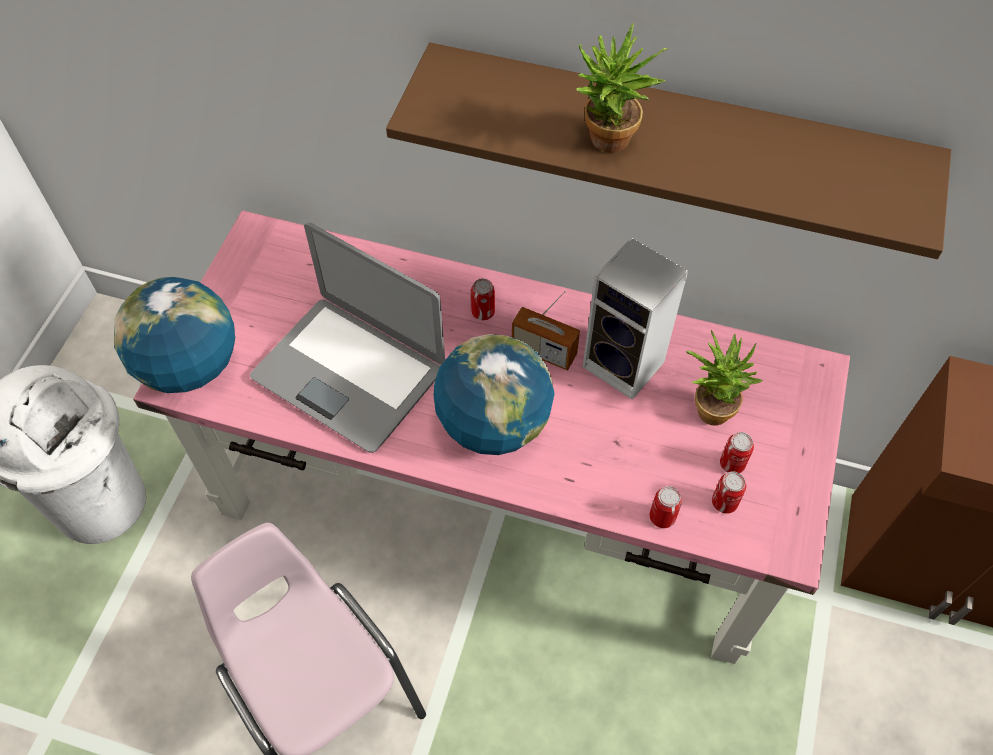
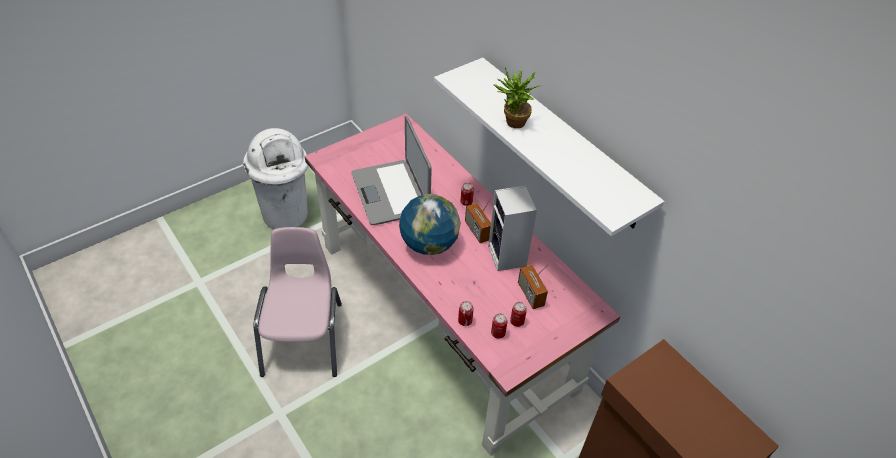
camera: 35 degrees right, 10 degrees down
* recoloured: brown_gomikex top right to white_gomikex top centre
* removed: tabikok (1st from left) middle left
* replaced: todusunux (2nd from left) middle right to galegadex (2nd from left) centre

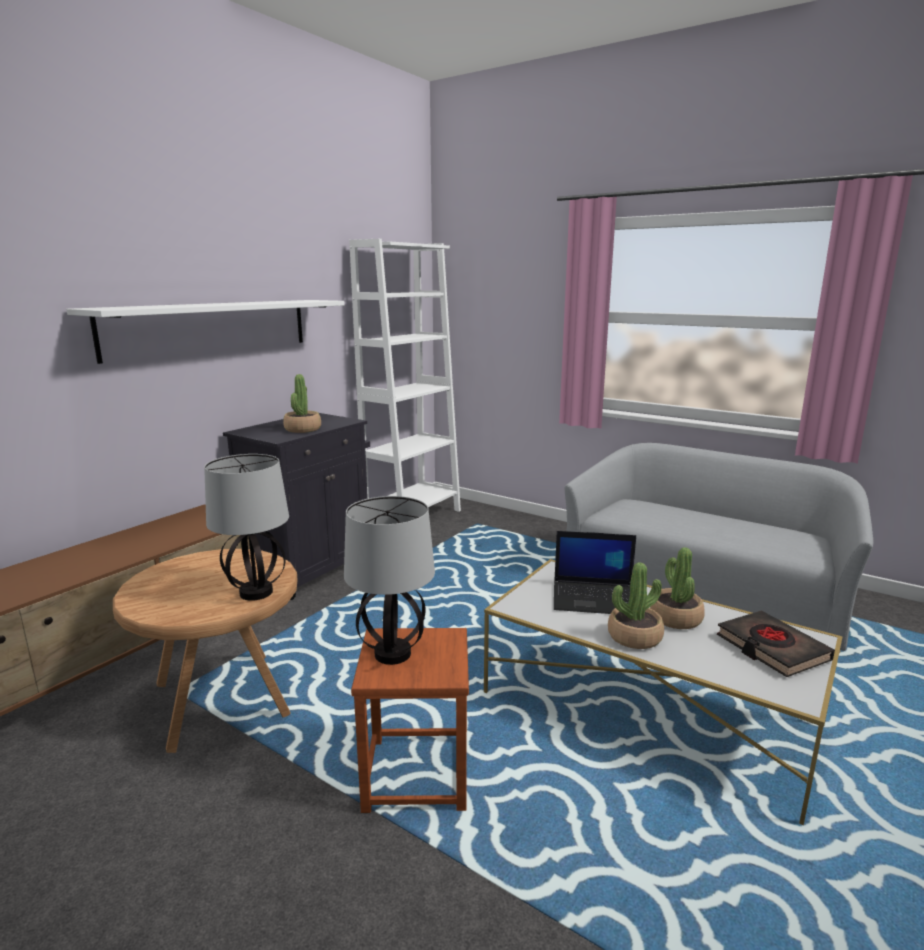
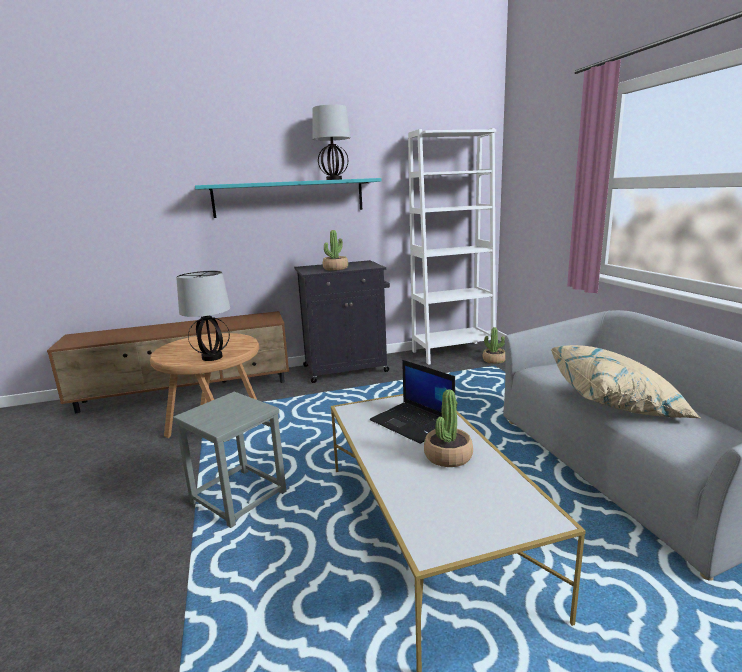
camera: 40 degrees right, 0 degrees up
* recoloured: white_gomikex middle left to turquoise_gomikex top centre
* moved: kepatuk (2nd from left) centre to top centre
* moved: todusunux (2nd from left in the first image) middle right to todusunux (3rd from left) centre
* removed: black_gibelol bottom right
* recoloured: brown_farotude bottom centre to grey_farotude bottom left
* added: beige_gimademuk middle right

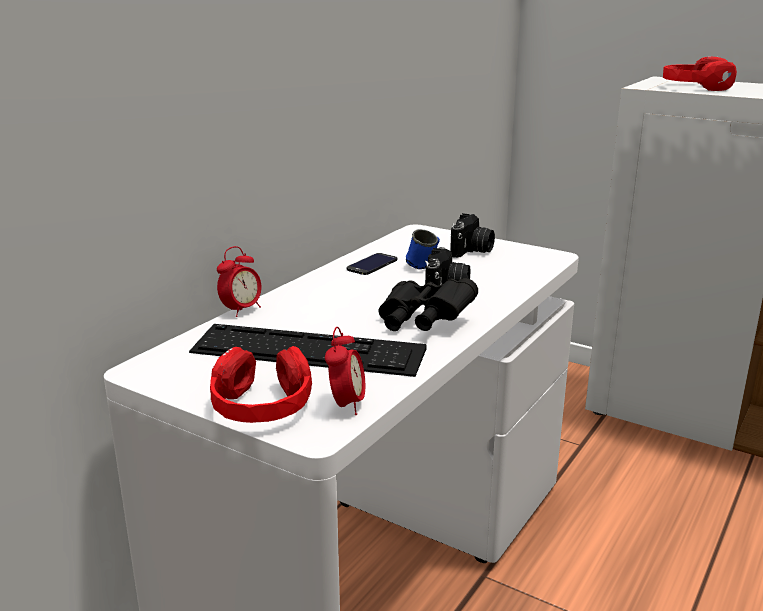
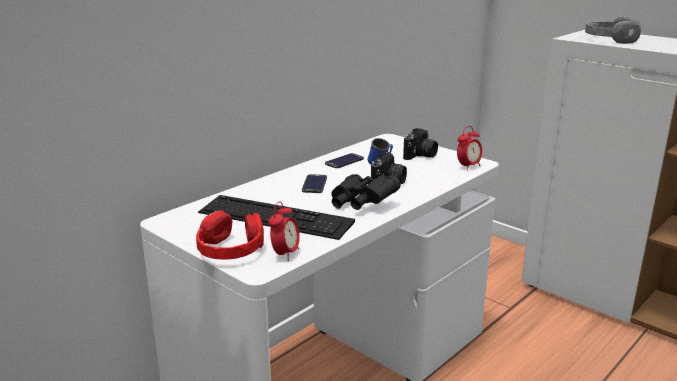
camera: 10 degrees right, 0 degrees up
* recoloured: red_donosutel (2nd from left) top right to grey_donosutel top right
* moved: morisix (1st from left in the first image) middle left to morisix (2nd from left) middle right
* added: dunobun (1st from left) centre

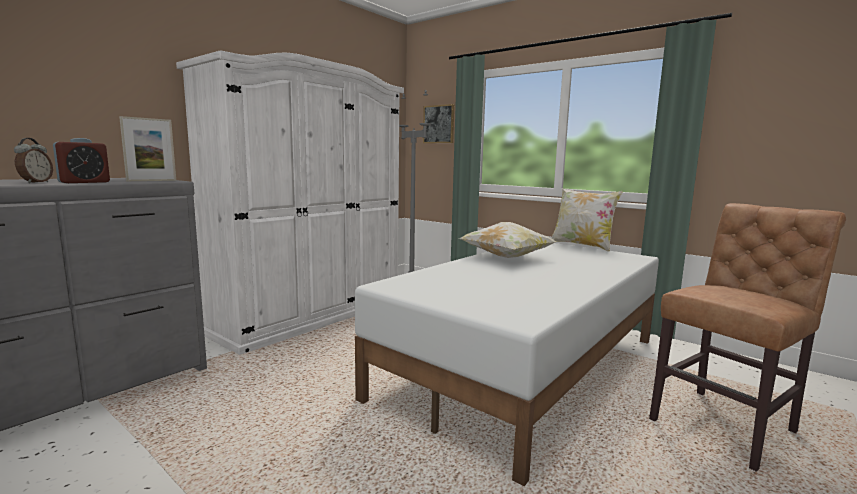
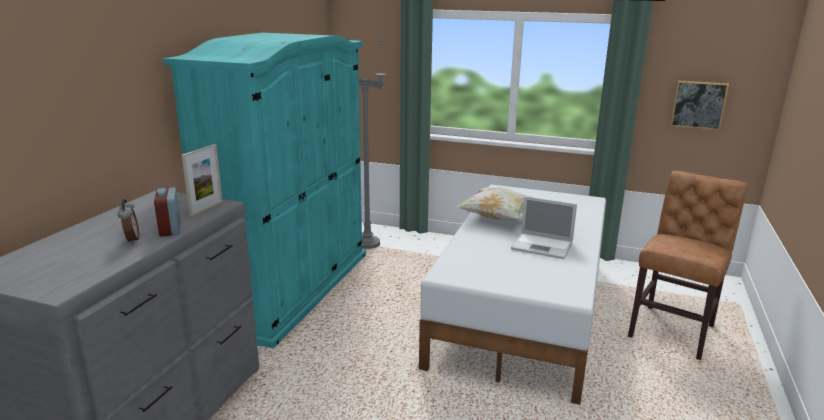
camera: 20 degrees left, 10 degrees up
* recoloured: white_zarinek centre to turquoise_zarinek middle left
* moved: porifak top centre to top right
* turned: morisix (2nd from left) top left = middle left 150 degrees clockwise
* removed: gimademuk (2nd from left) middle right
* added: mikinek centre

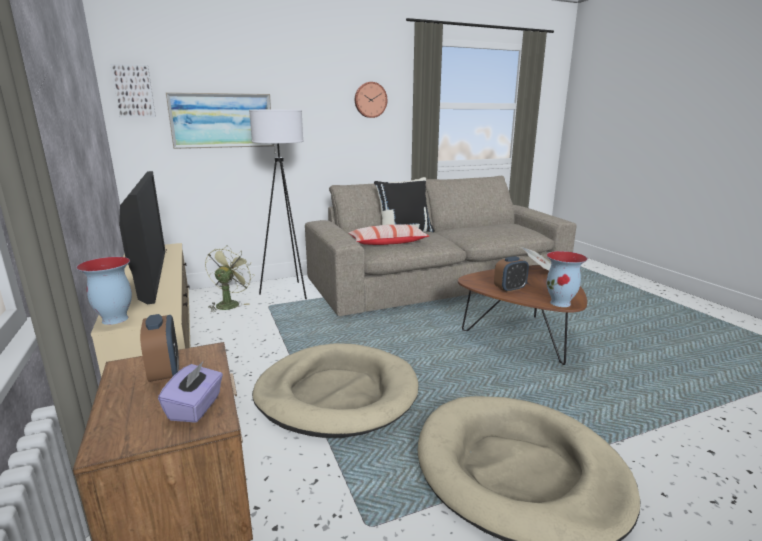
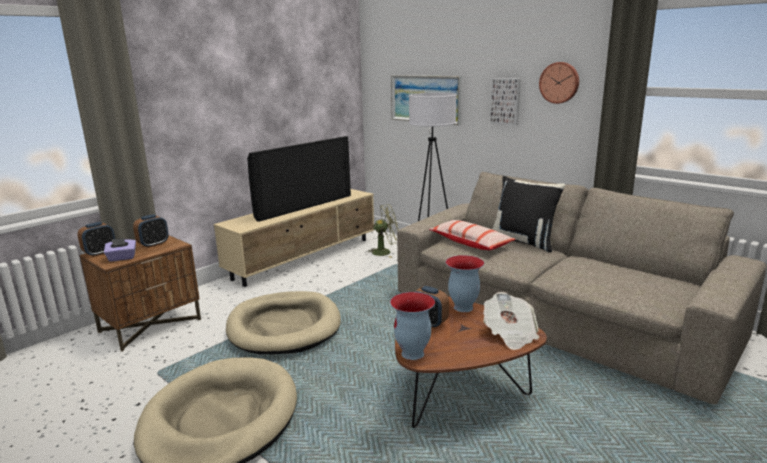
camera: 65 degrees right, 0 degrees up
* moved: porifak (1st from left in the first image) top left to porifak (2nd from left) top centre
* moved: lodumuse (1st from left in the first image) middle left to lodumuse (2nd from left) centre
* added: morisix (1st from left) middle left

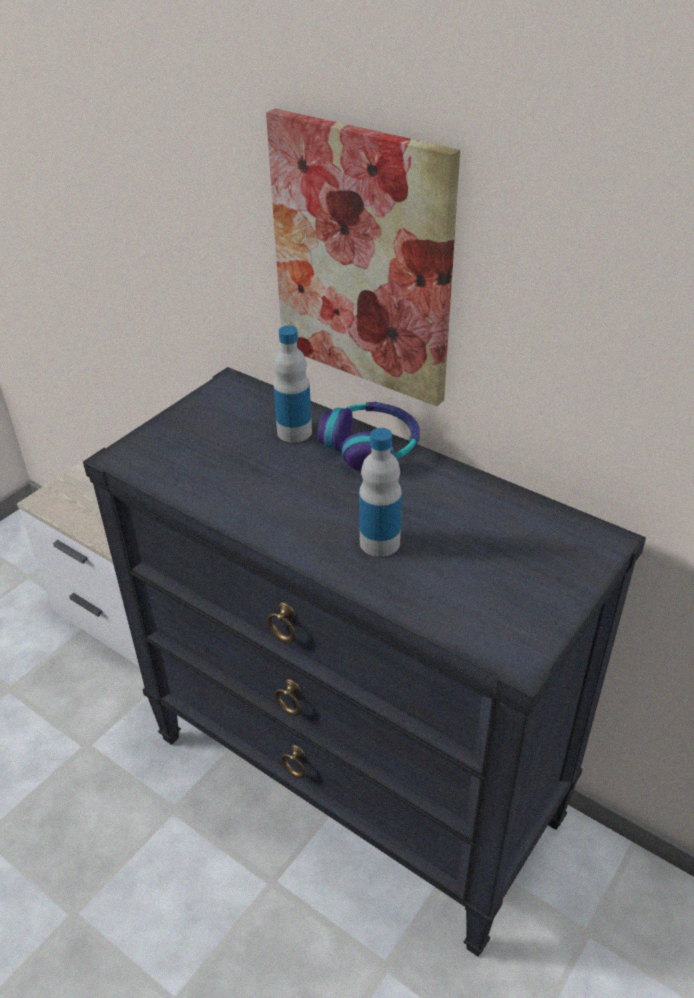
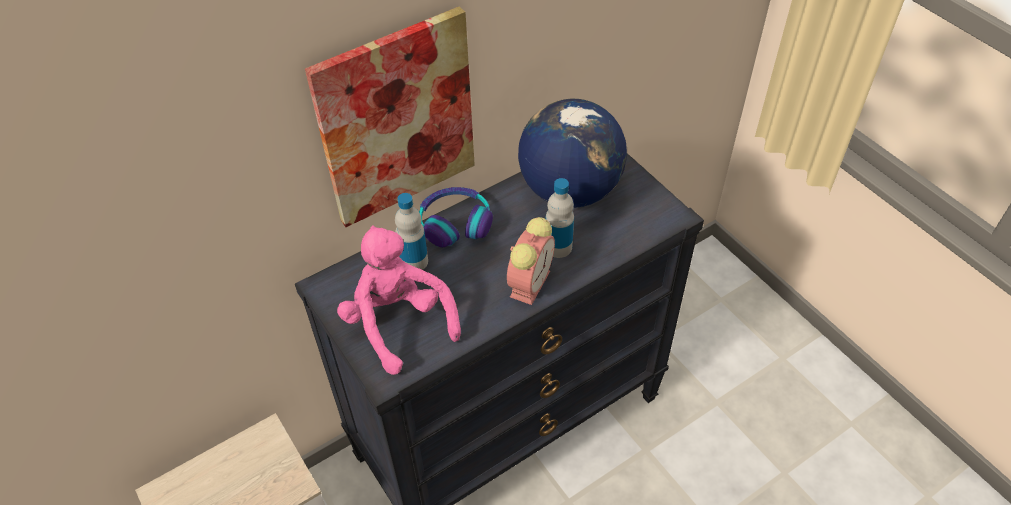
camera: 70 degrees left, 10 degrees up
* added: tabikok top centre
* added: morisix centre
* added: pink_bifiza centre

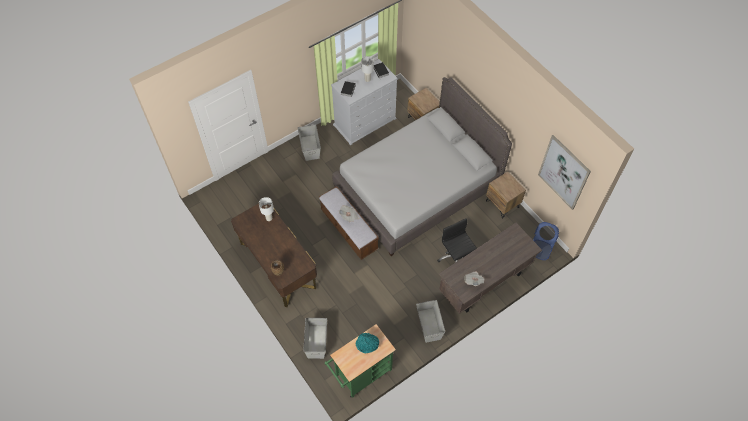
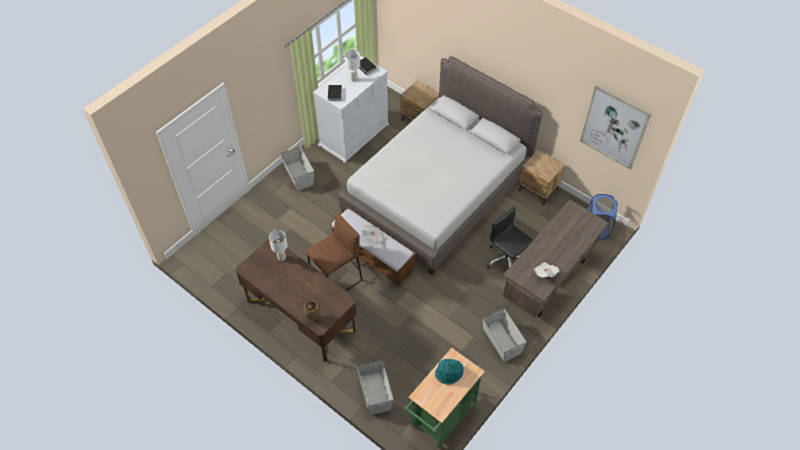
camera: 15 degrees left, 5 degrees down
* added: brown_farotude centre

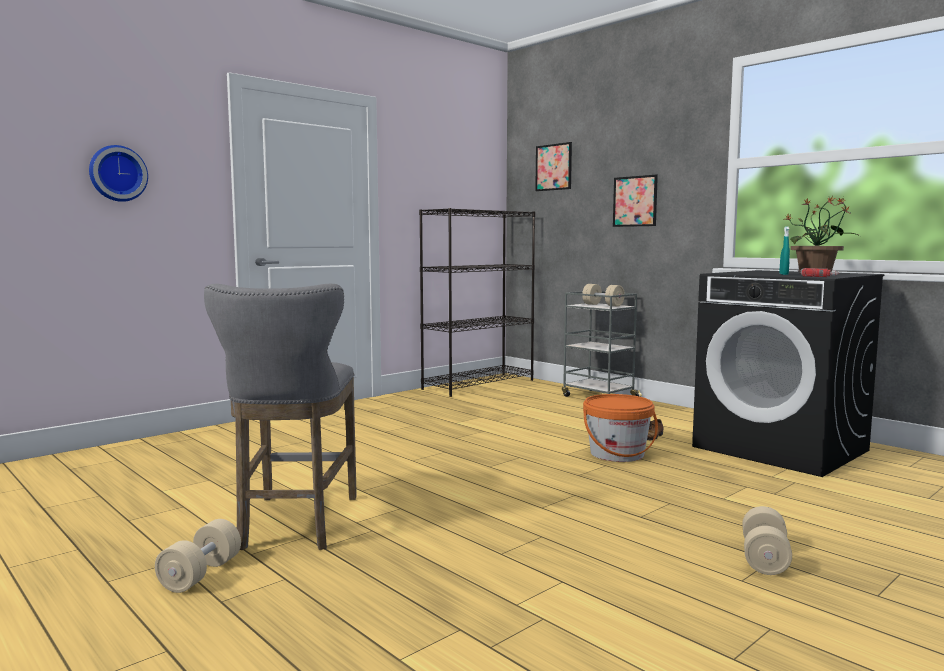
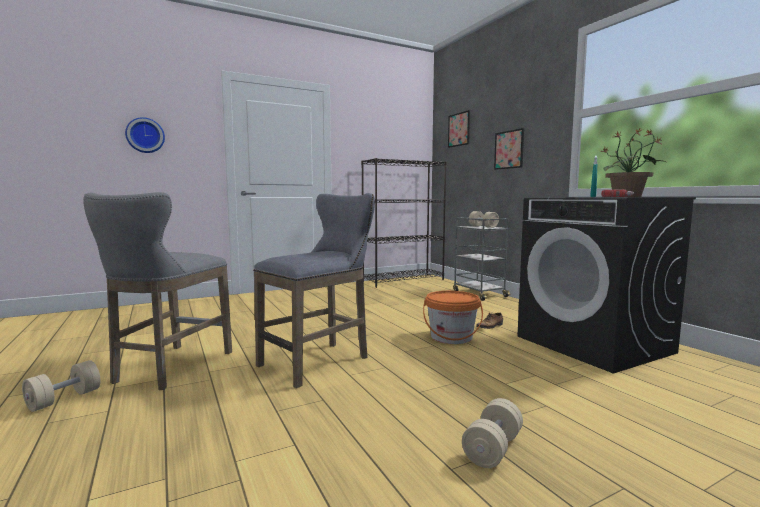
camera: 15 degrees right, 0 degrees up
* added: grey_farotude (2nd from left) centre

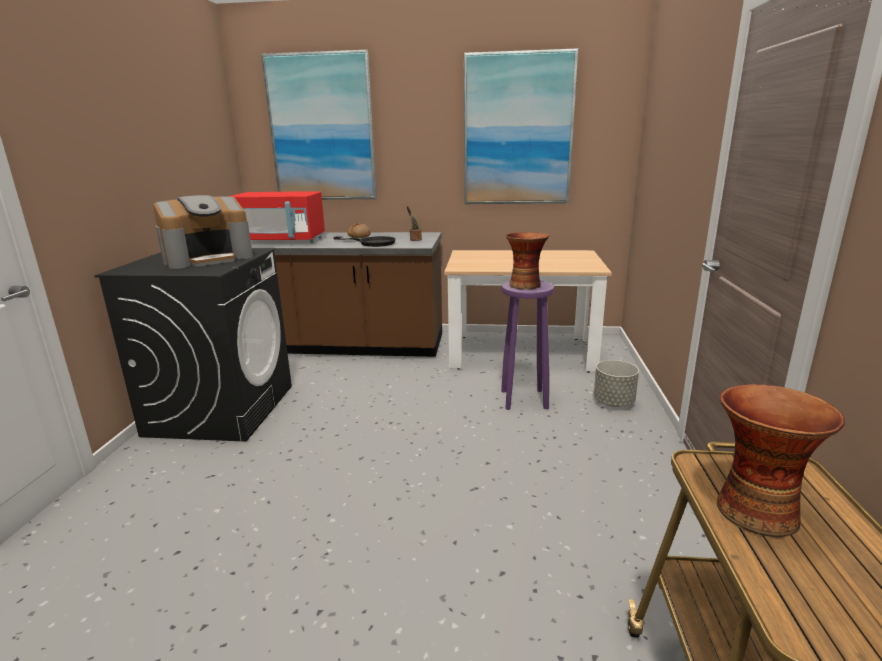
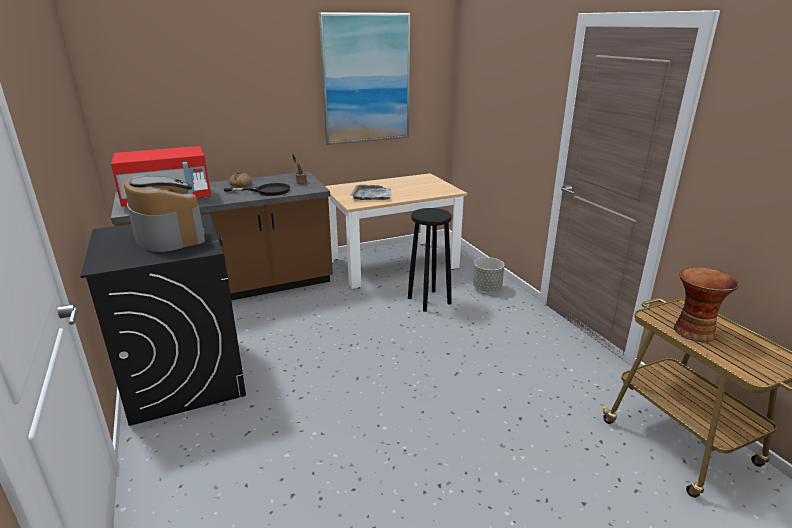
camera: 30 degrees left, 5 degrees up
* removed: porifak (1st from left) top centre
* turned: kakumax middle left = middle left 60 degrees counterclockwise
* removed: lodumuse (1st from left) centre
* recoloured: purple_farotude centre to black_farotude centre
* added: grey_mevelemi centre

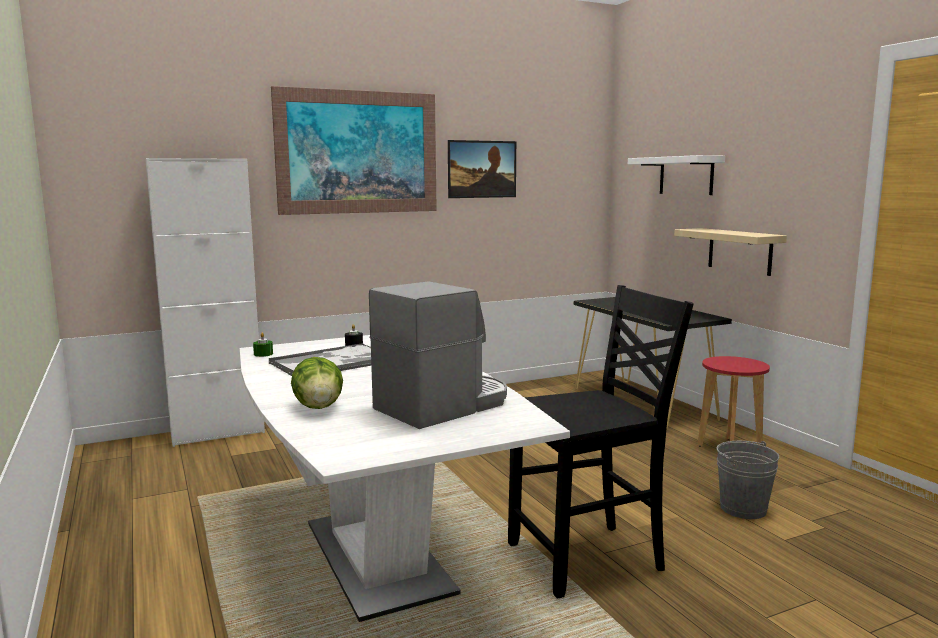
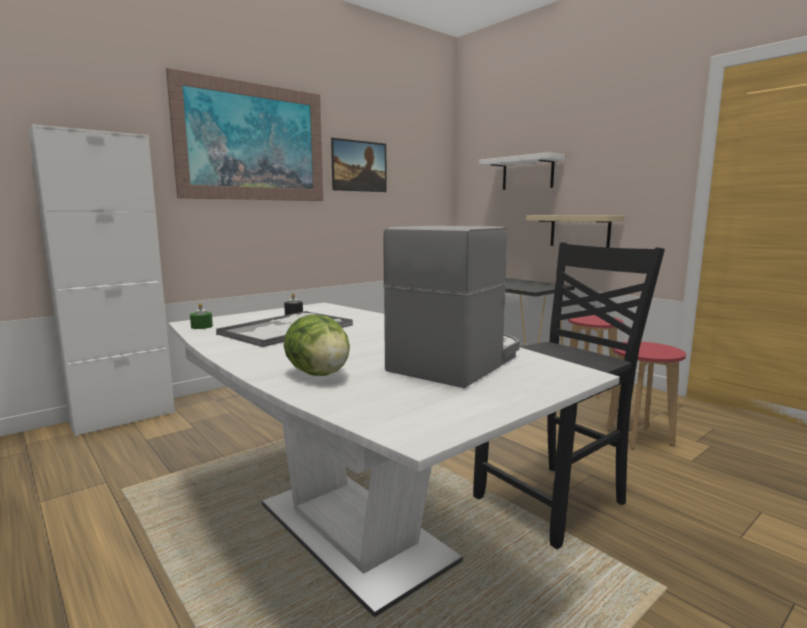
camera: 15 degrees left, 0 degrees up
* replaced: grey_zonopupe bottom right to red_farotude (2nd from left) middle right

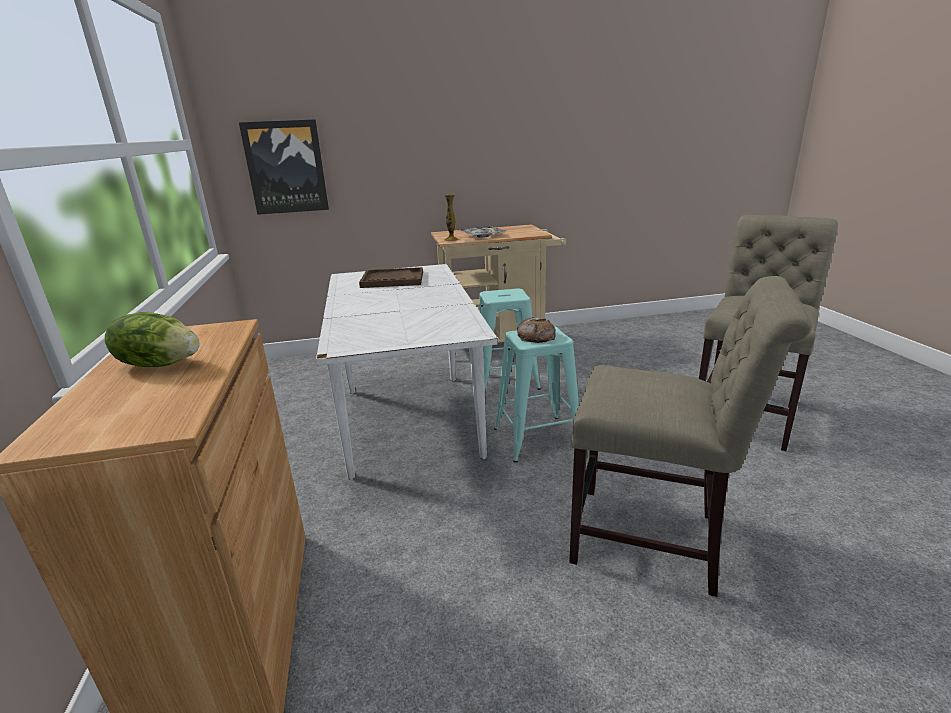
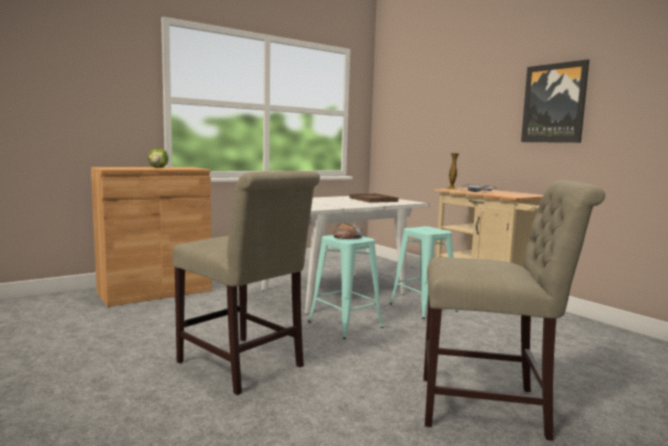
camera: 65 degrees right, 15 degrees down
* moved: porifak top left to top right
* turned: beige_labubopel (1st from left) middle right = centre 45 degrees counterclockwise

